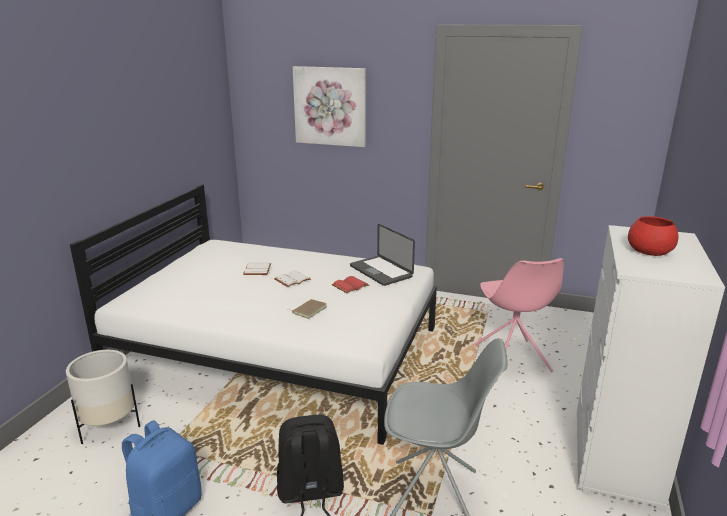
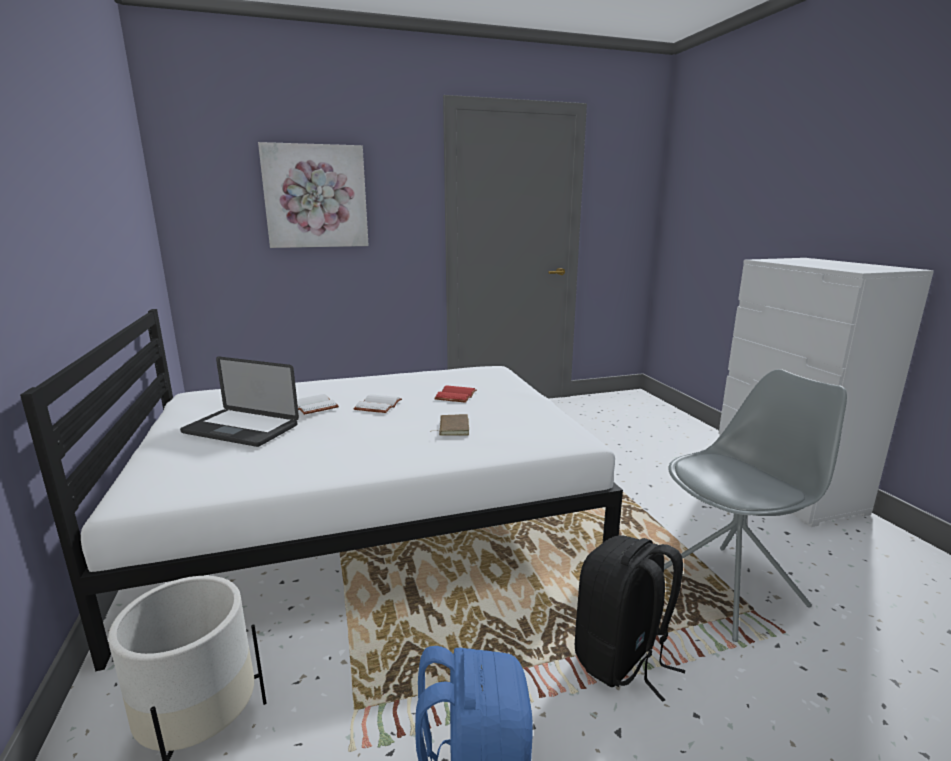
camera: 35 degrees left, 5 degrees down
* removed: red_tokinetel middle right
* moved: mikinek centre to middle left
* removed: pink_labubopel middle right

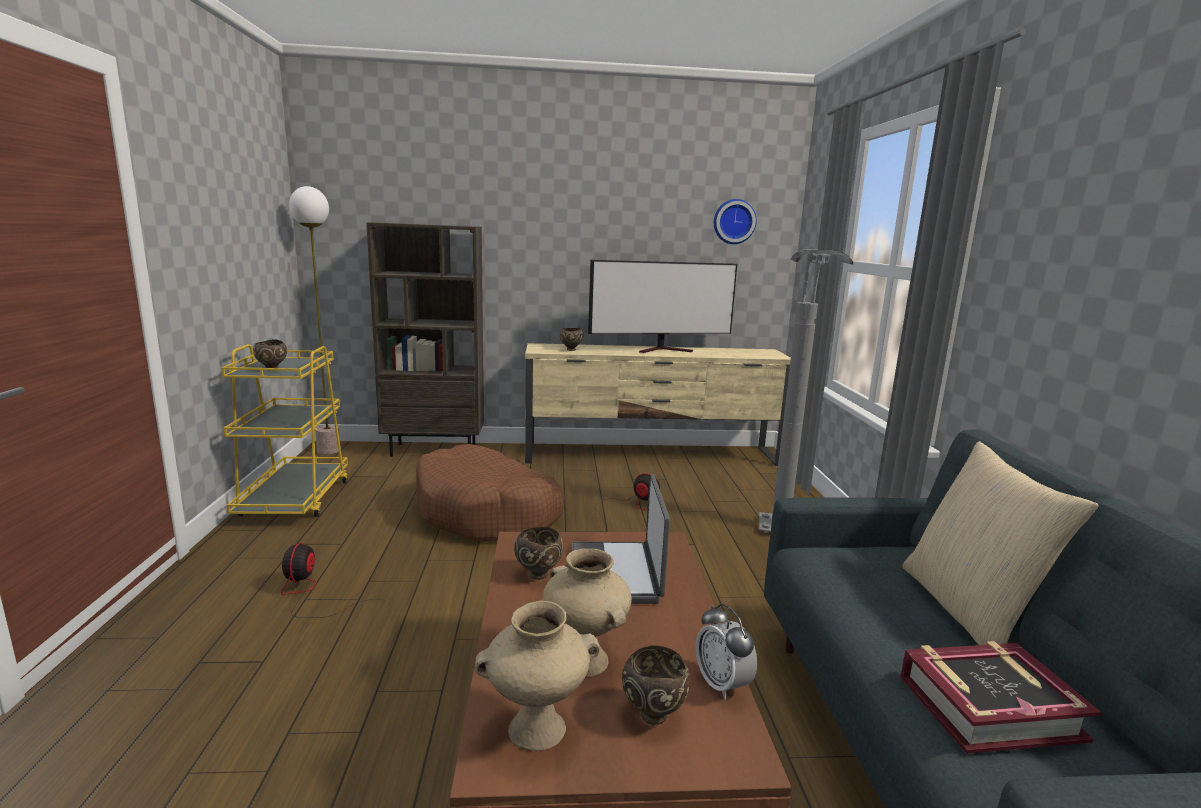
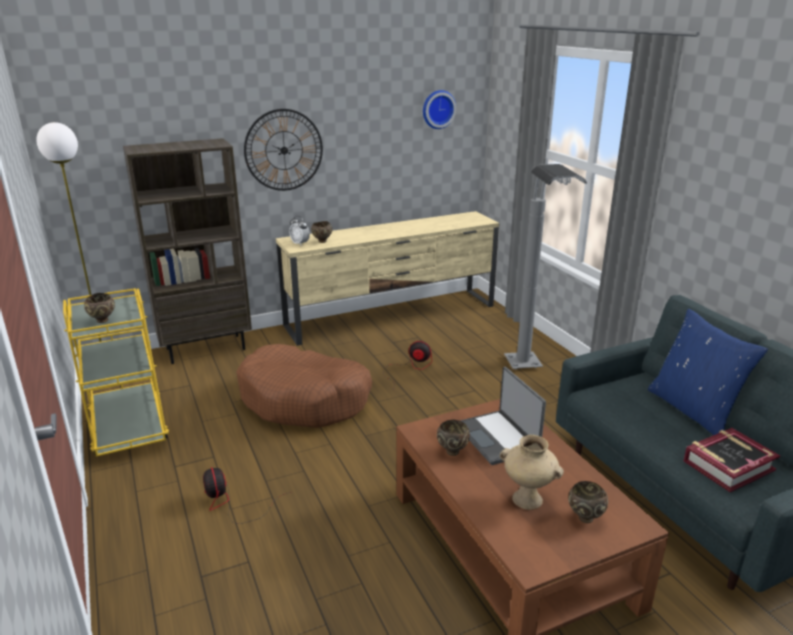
camera: 20 degrees left, 10 degrees up
* removed: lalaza centre
* recoloured: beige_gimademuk bottom right to blue_gimademuk middle right
* removed: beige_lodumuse (1st from left) bottom centre
* moved: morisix bottom centre to centre
* added: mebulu (1st from left) top centre

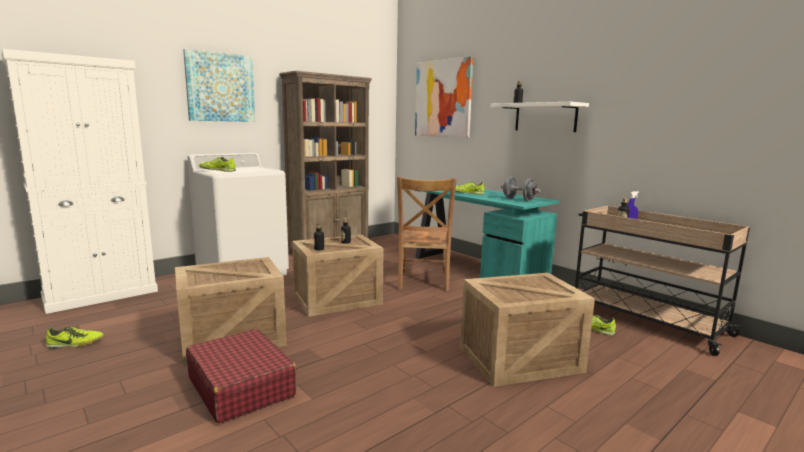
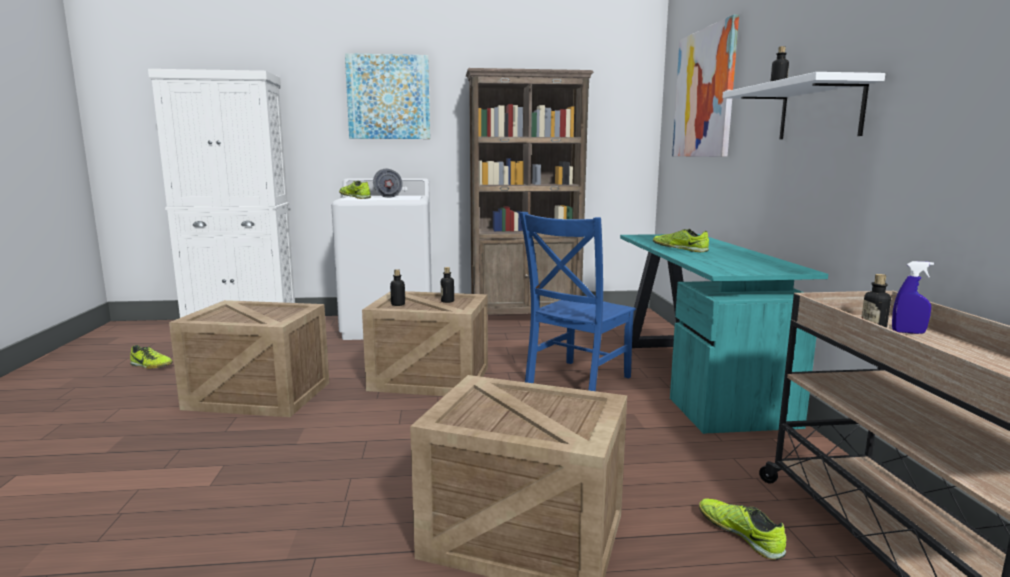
camera: 35 degrees right, 0 degrees up
* recoloured: brown_labubopel centre to blue_labubopel centre
* moved: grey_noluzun centre to top centre
* removed: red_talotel bottom left

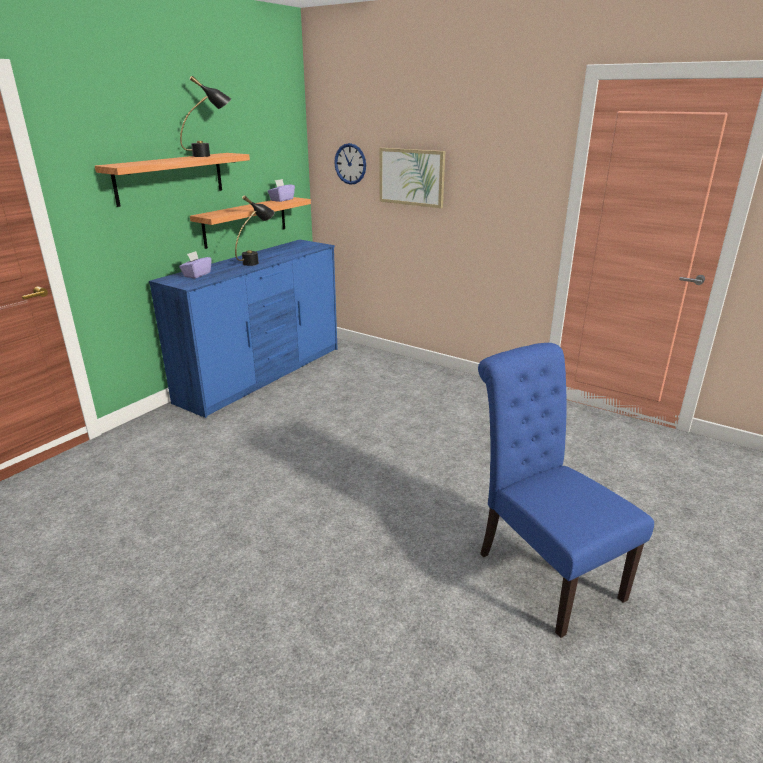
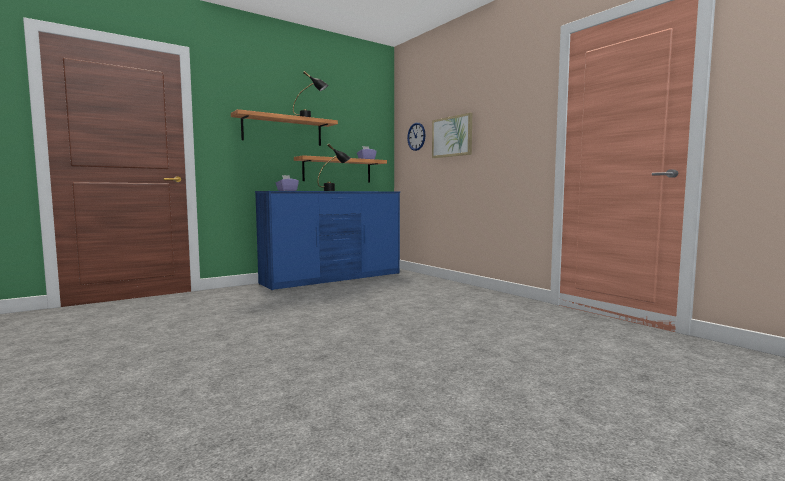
camera: 20 degrees right, 20 degrees down
* removed: blue_labubopel middle right

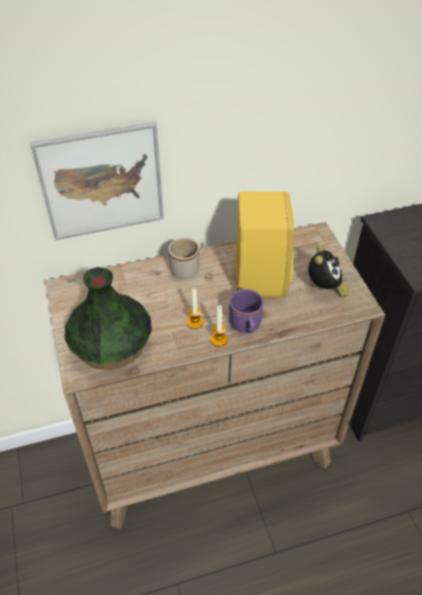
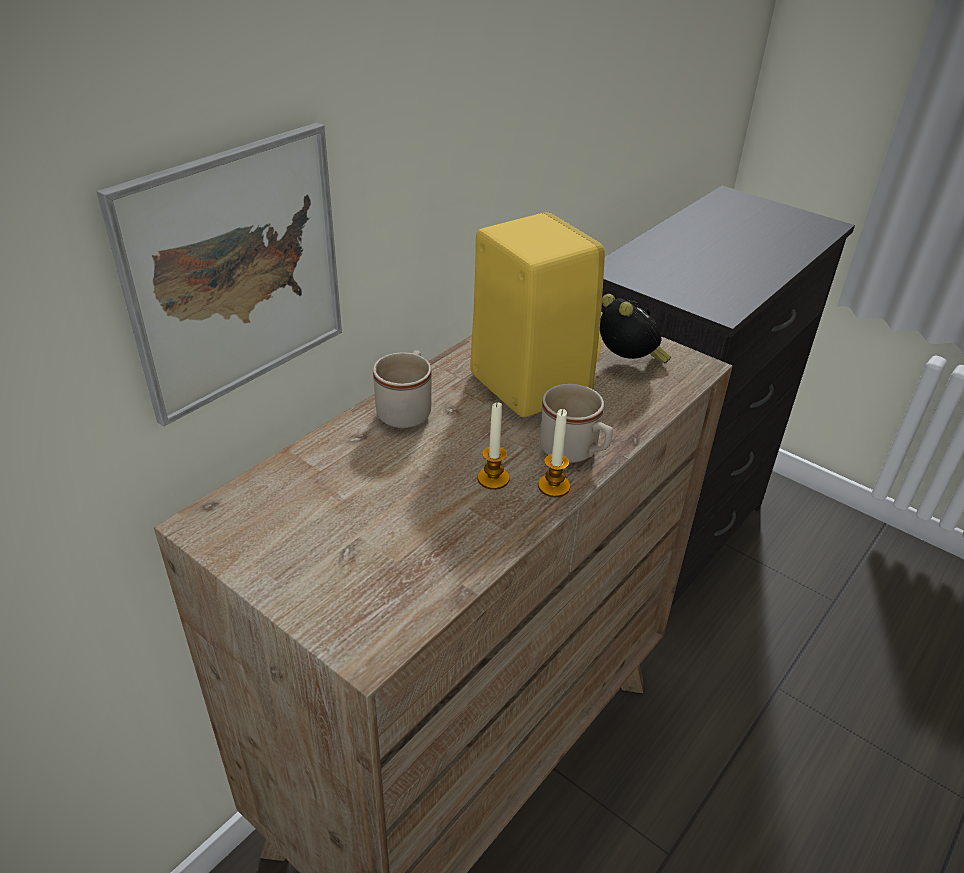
camera: 35 degrees left, 10 degrees down
* removed: lodumuse middle left
* recoloured: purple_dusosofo centre to beige_dusosofo (2nd from left) centre

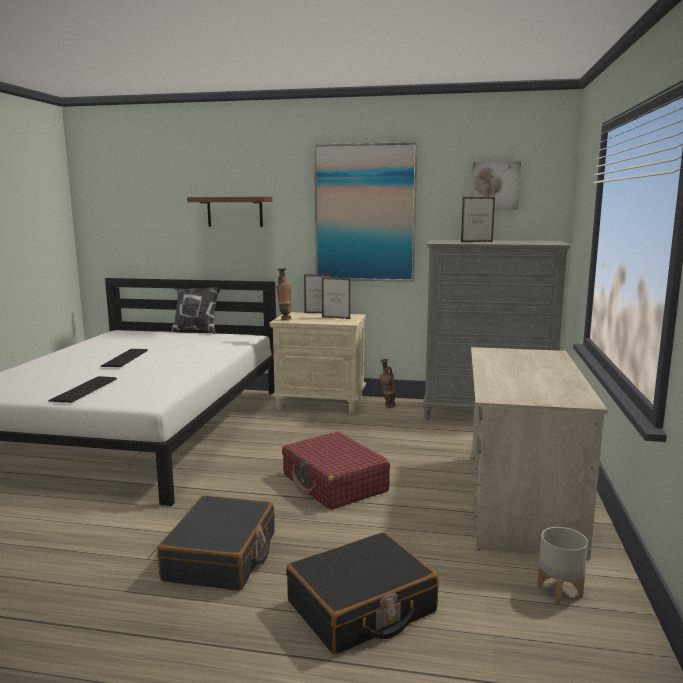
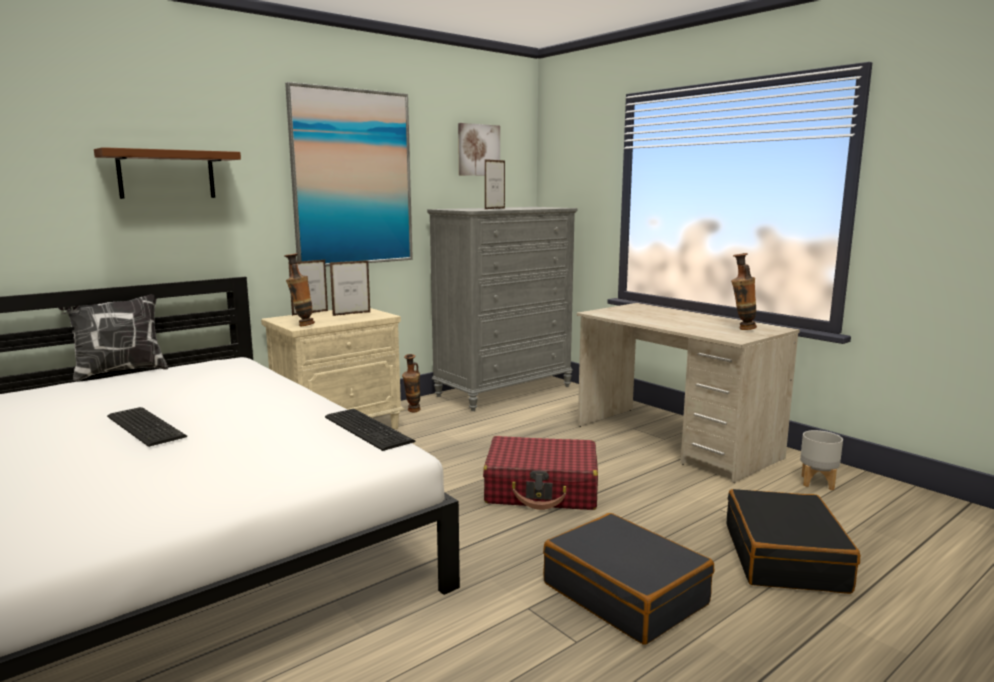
camera: 50 degrees left, 0 degrees up
* moved: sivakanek (1st from left in the first image) middle left to sivakanek (2nd from left) centre
* added: lodumuse (3rd from left) middle right

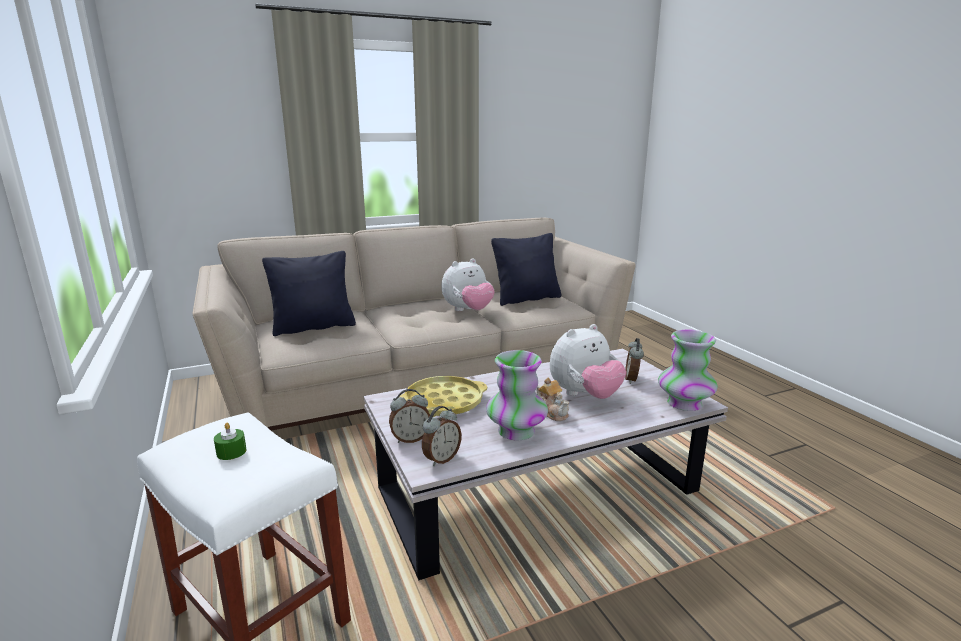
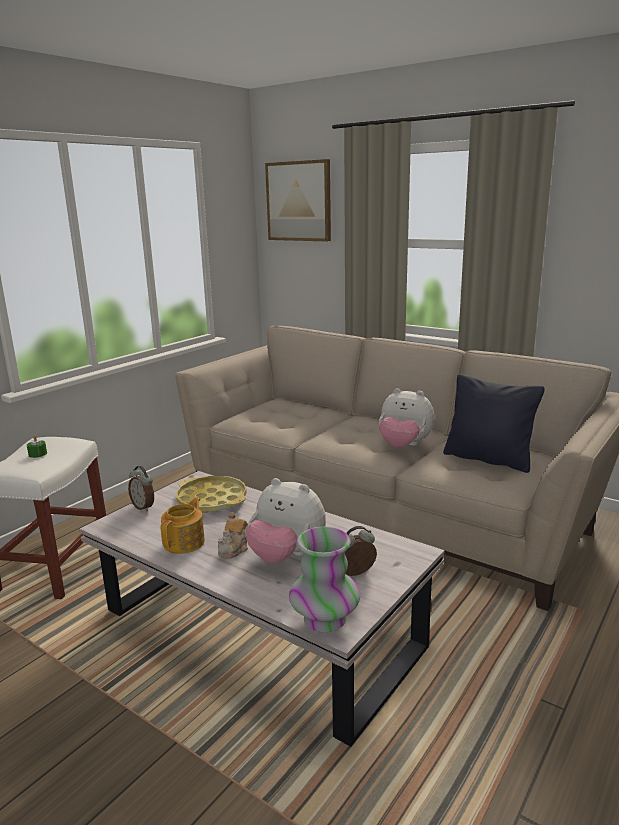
camera: 60 degrees right, 0 degrees up
* removed: black_gimademuk (1st from left) middle left
* replaced: lodumuse (1st from left) centre to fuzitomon (1st from left) middle left
* removed: morisix (2nd from left) bottom centre
* added: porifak top centre

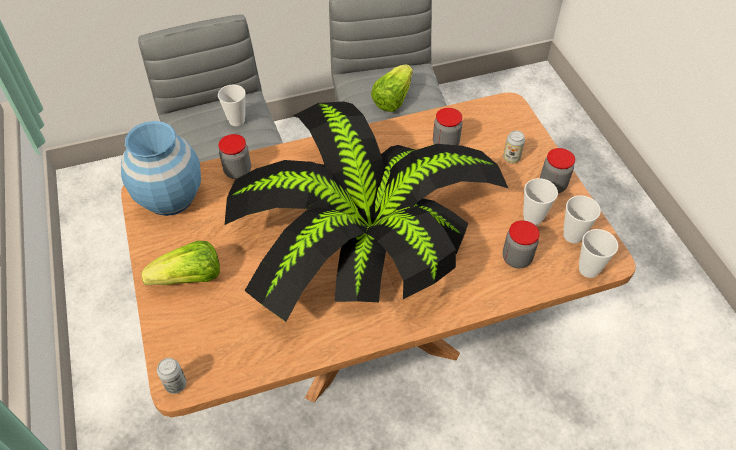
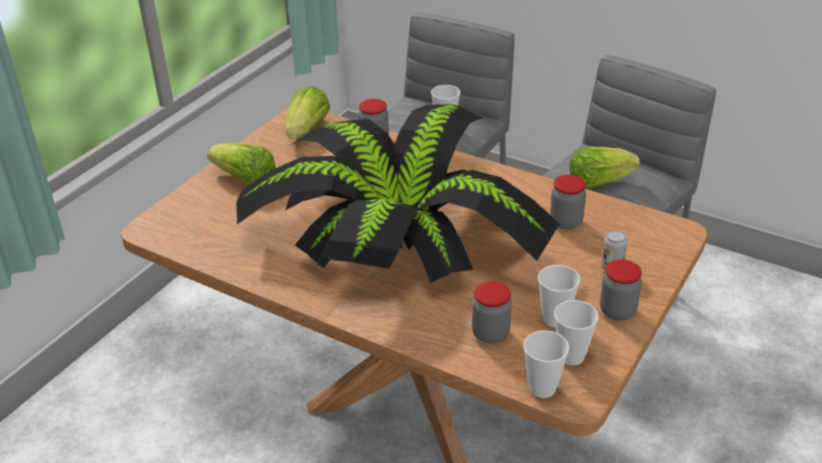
camera: 50 degrees right, 15 degrees down
* replaced: blue_lodumuse middle left to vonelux (2nd from left) top centre
* removed: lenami (1st from left) bottom left

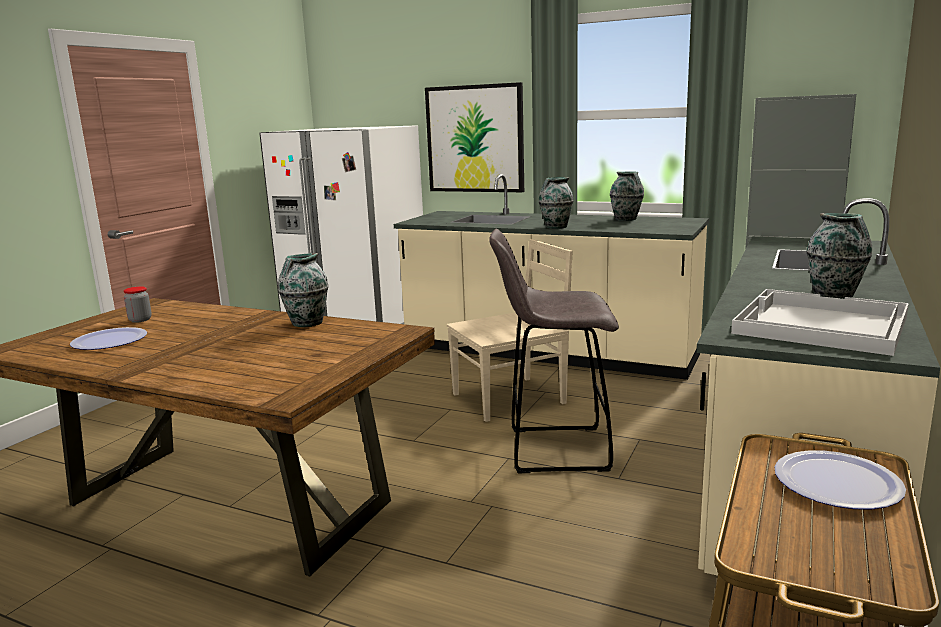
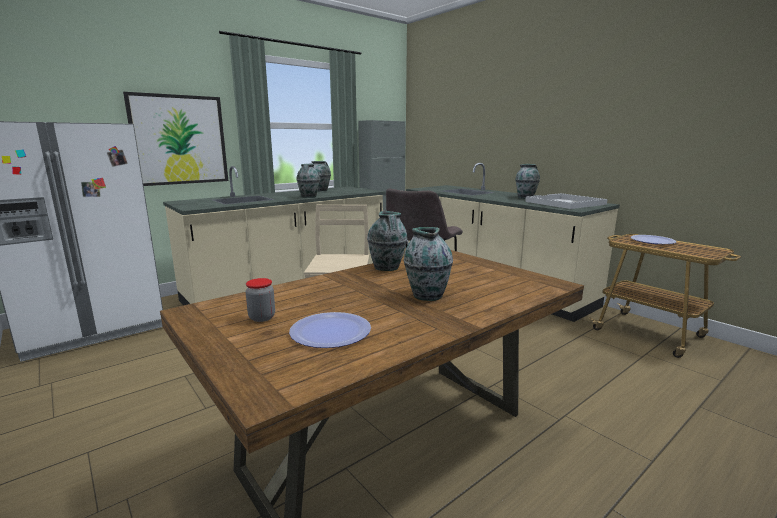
camera: 65 degrees left, 0 degrees up
* added: lodumuse (4th from left) centre

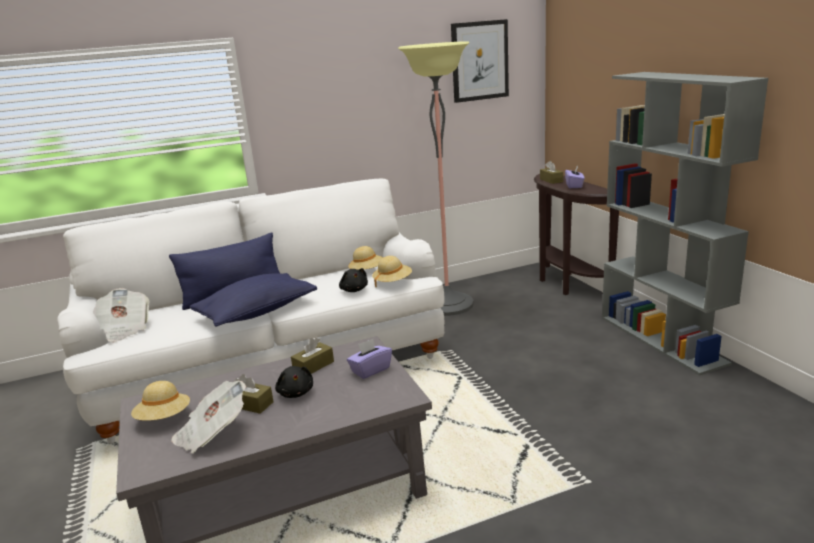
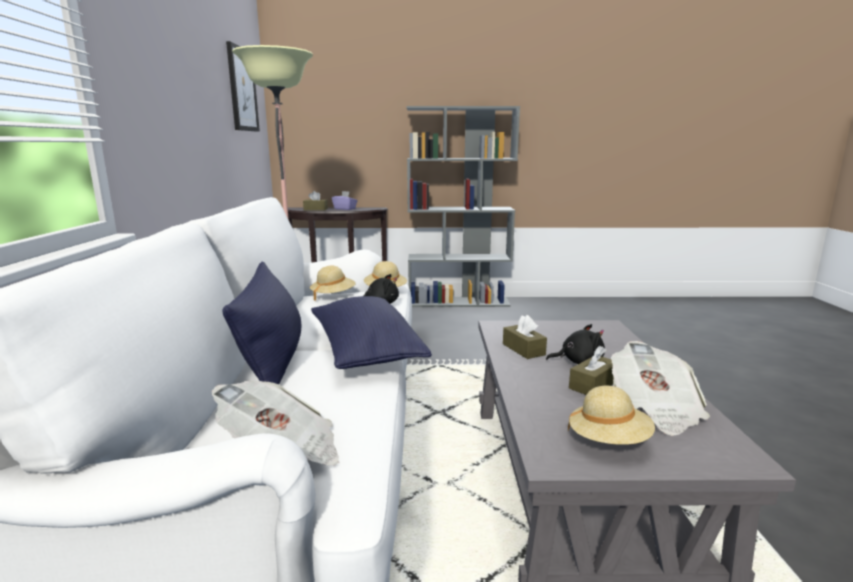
camera: 70 degrees left, 5 degrees down
* removed: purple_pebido (1st from left) centre

